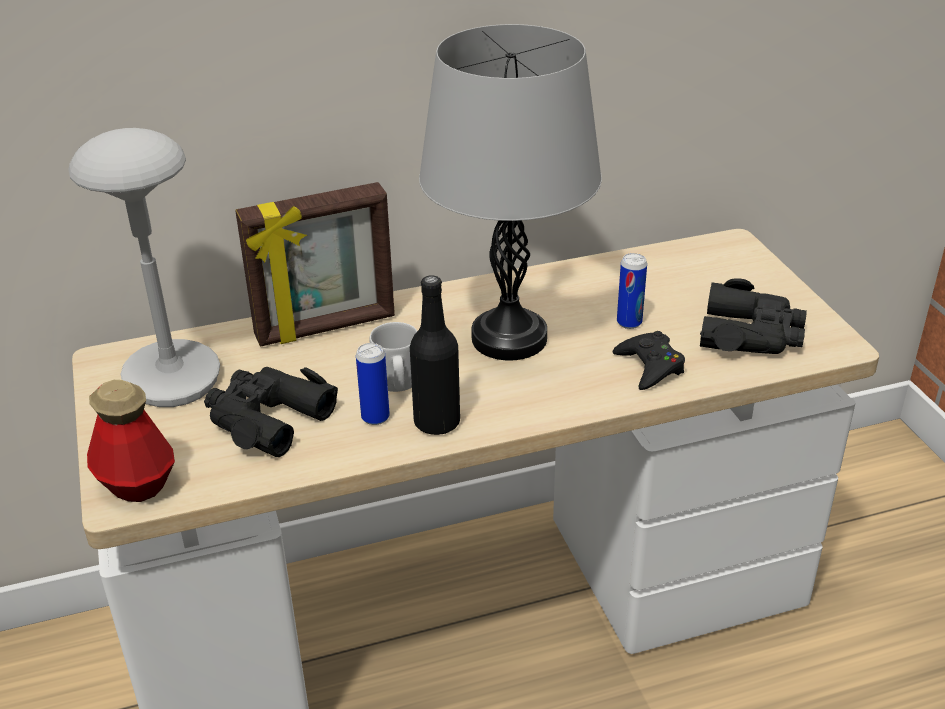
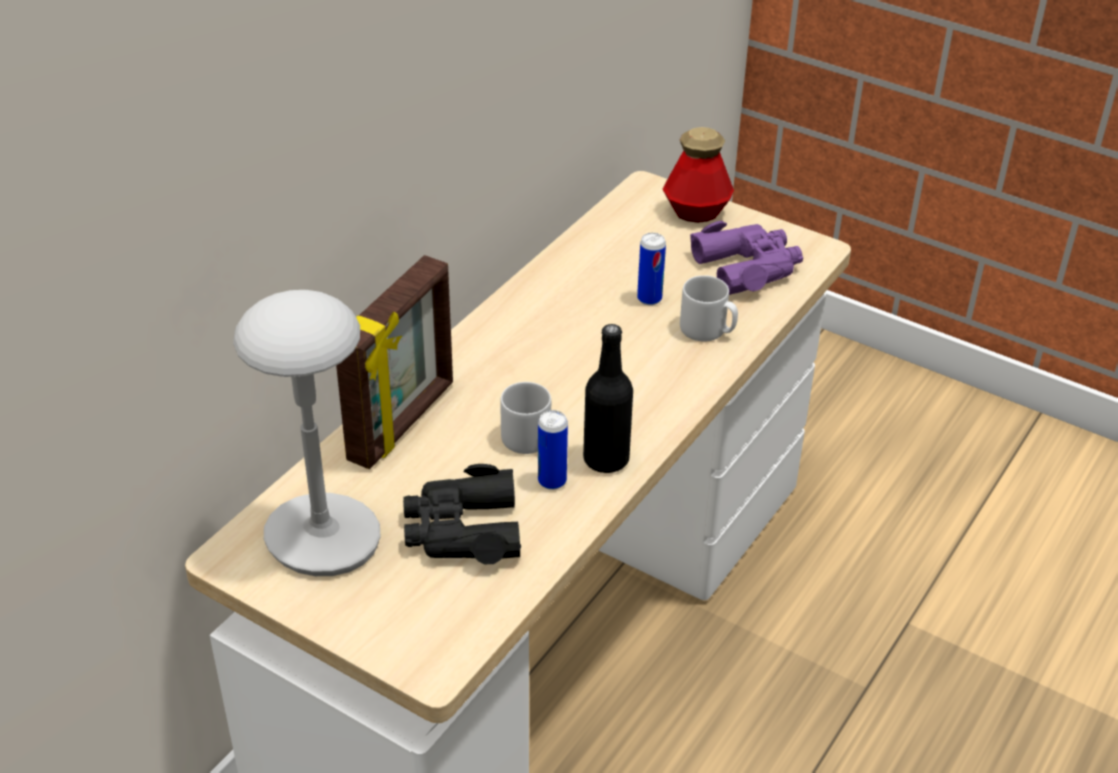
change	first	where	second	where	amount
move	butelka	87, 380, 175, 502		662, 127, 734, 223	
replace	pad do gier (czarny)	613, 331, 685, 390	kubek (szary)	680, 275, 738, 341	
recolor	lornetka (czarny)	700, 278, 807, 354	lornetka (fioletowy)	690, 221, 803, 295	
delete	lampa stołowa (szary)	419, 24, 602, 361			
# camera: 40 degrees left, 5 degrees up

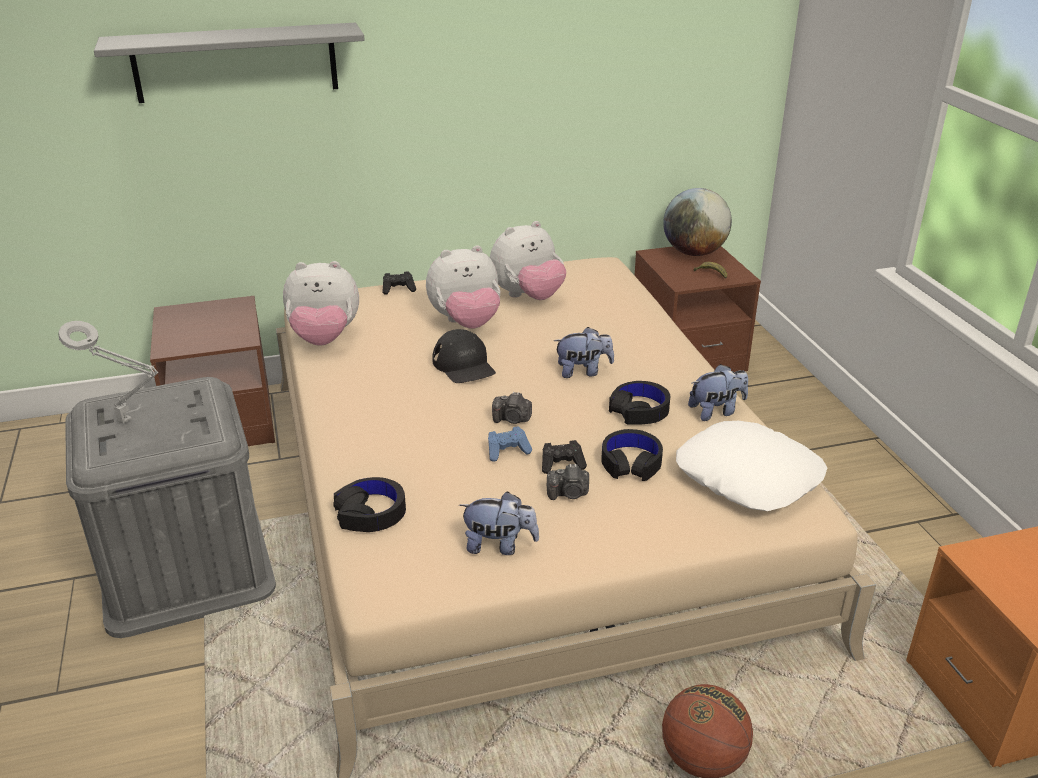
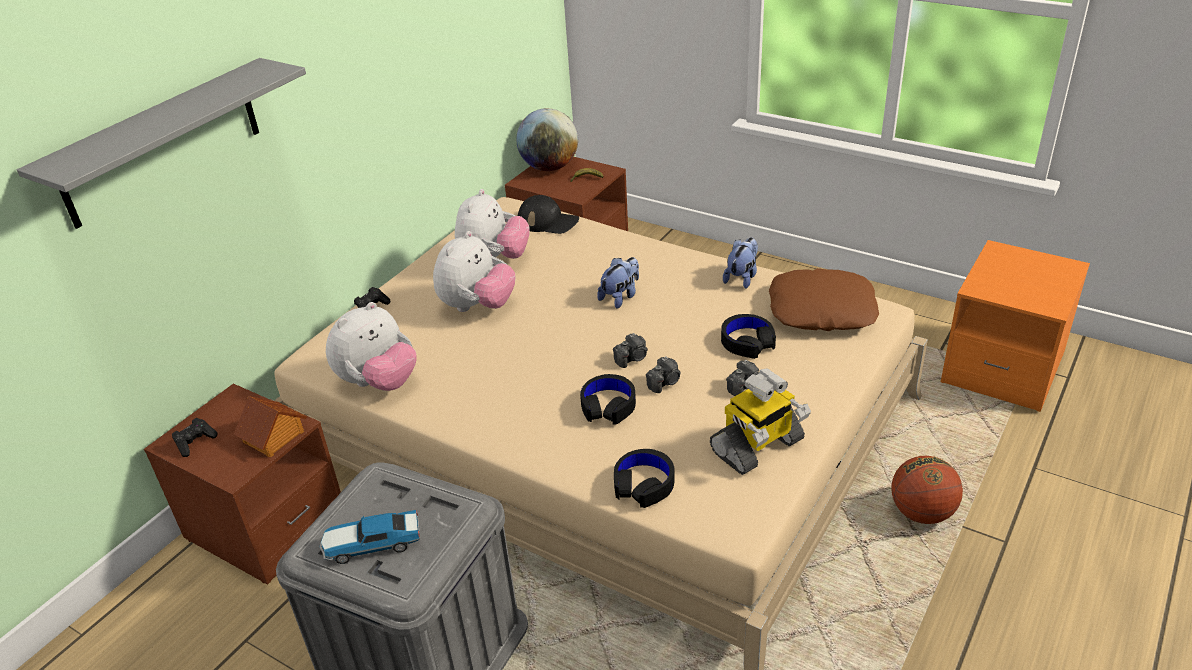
change	first	where	second	where	amount
move	pad do gier (czarny)	542, 440, 587, 474		172, 418, 217, 457	
insert			domek	234, 396, 307, 458	
replace	lampa stołowa (szary)	58, 321, 158, 424	samochodzik	319, 510, 420, 564	
move	czapka z daszkiem (czarny)	432, 329, 496, 383		518, 195, 579, 234	
move	słuchawki (czarny)	609, 381, 670, 425		580, 374, 636, 424	
replace	pad do gier (niebieski)	488, 426, 532, 462	aparat fotograficzny	646, 356, 681, 393	
replace	pluszak	459, 491, 539, 555	robot zabawkowy	710, 368, 811, 475	
recolor	poduszka (biały)	676, 421, 827, 511	poduszka (brązowy)	769, 268, 879, 331	
# camera: 40 degrees left, 5 degrees up

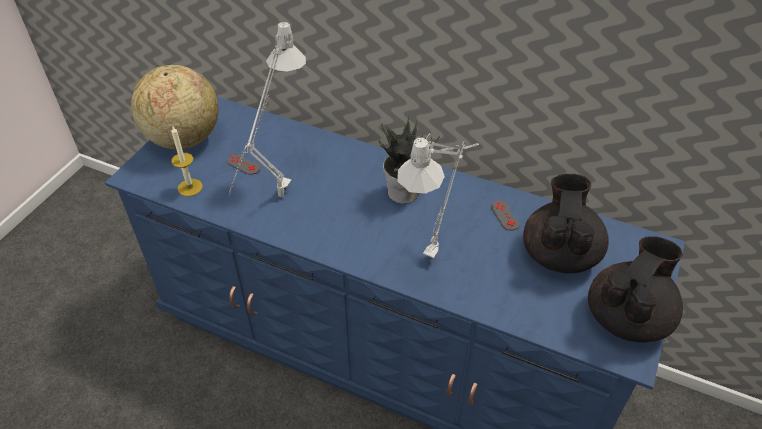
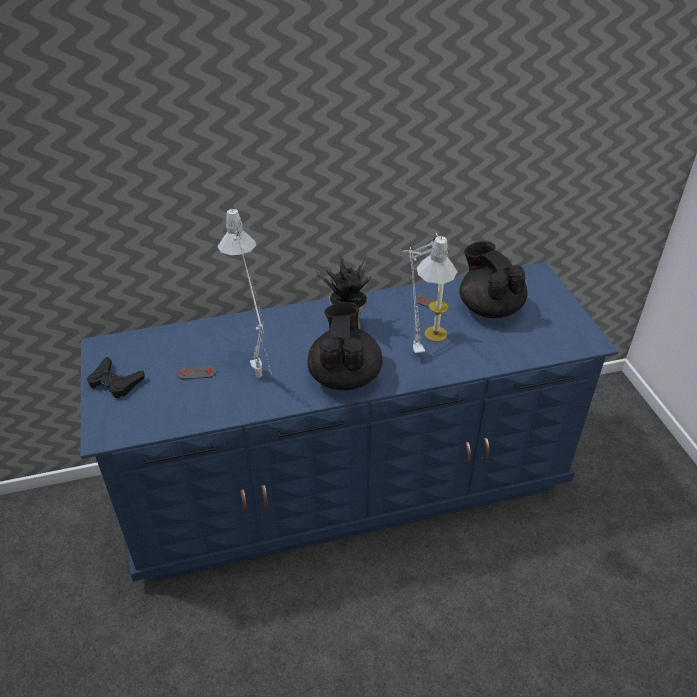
change	first	where	second	where	amount
replace	globus	131, 65, 219, 149	pad do gier (czarny)	87, 357, 145, 398	
move	imbryk (czarny)	588, 236, 683, 342		308, 302, 383, 391	
move	świeca	171, 127, 203, 196		425, 284, 449, 342	
# camera: 40 degrees left, 5 degrees down

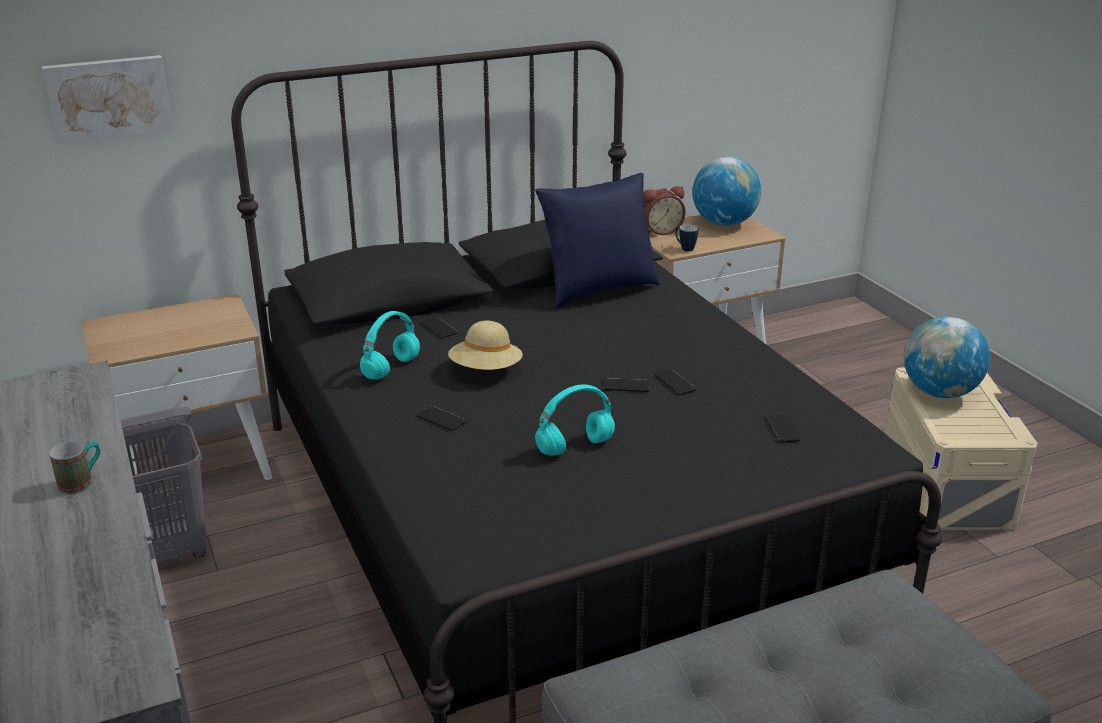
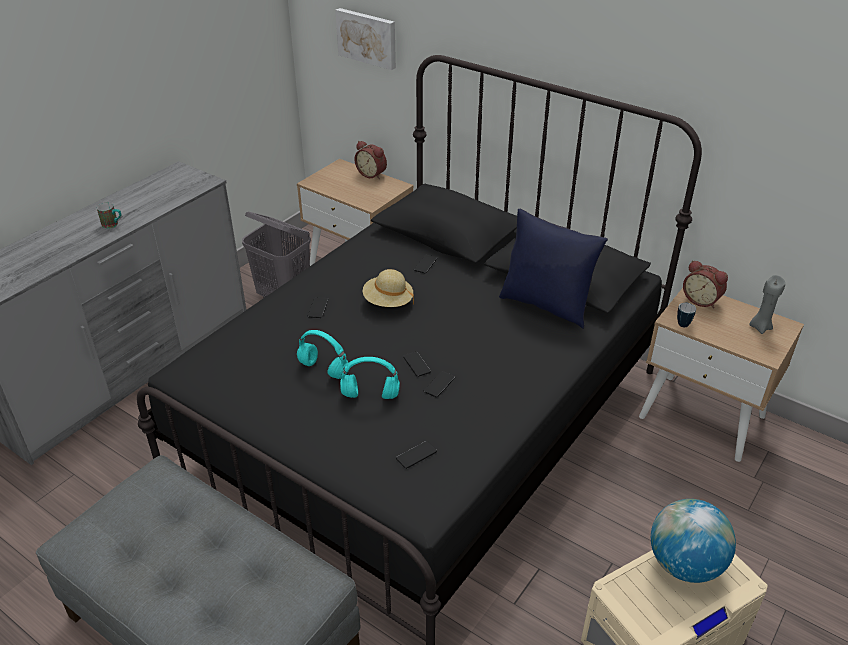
change	first	where	second	where	amount
move	słuchawki (turkusowy)	360, 311, 420, 380		340, 357, 400, 399	
insert			budzik	354, 141, 387, 179	
replace	globus	692, 157, 761, 226	świeca (szary)	749, 275, 785, 334	
# camera: 60 degrees right, 10 degrees up

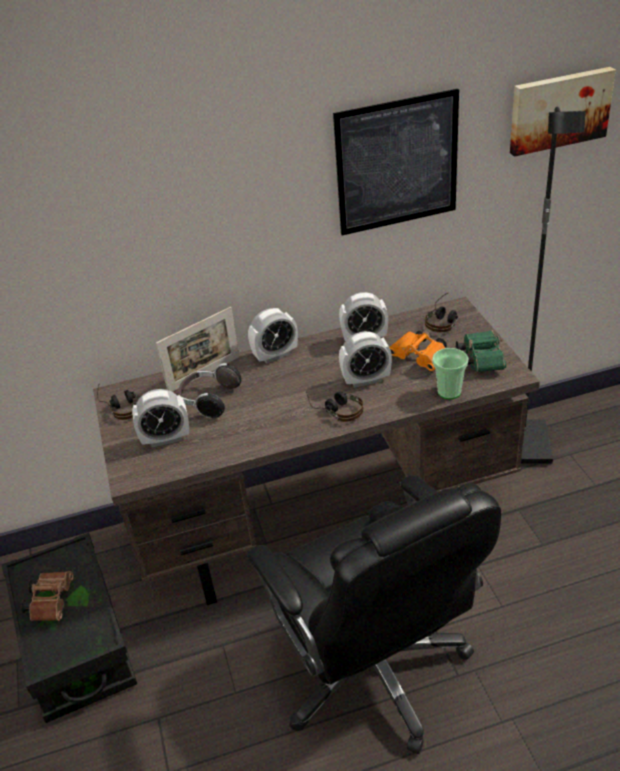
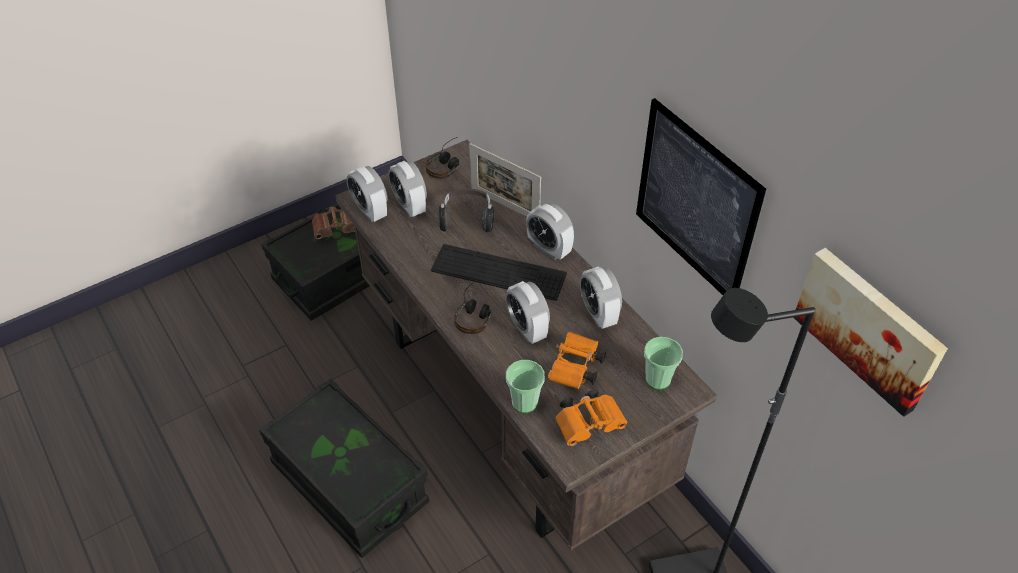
change	first	where	second	where	amount
replace	krzesło biurowe (czarny)	247, 475, 501, 754	pojemnik do przechowywania (czarny)	259, 379, 429, 558	
insert			budzik	346, 166, 387, 222	
insert			klawiatura	431, 244, 567, 301	
recolor	lornetka (zielony)	456, 330, 506, 372	lornetka (pomarańczowy)	555, 389, 628, 446	
replace	słuchawki	425, 293, 458, 332	filiżanka	644, 337, 683, 390	
# camera: 70 degrees right, 10 degrees up

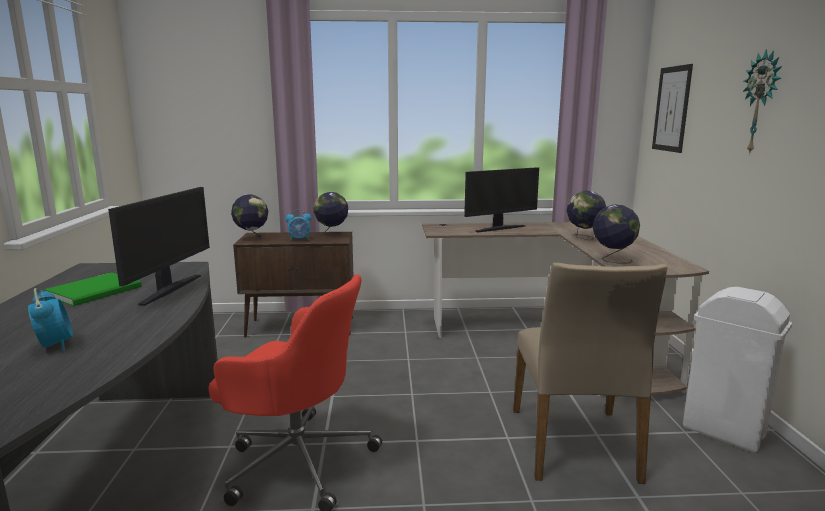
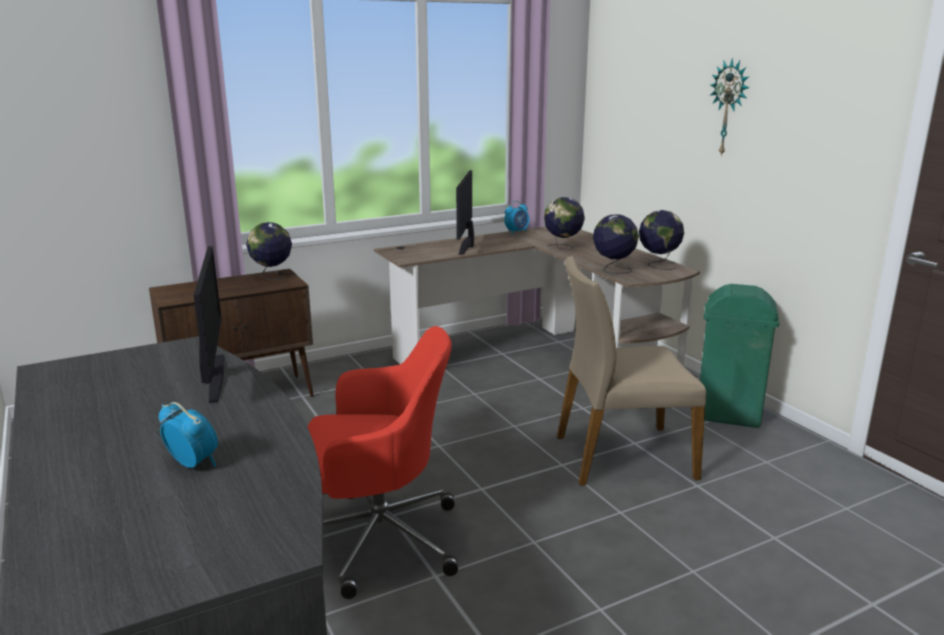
change	first	where	second	where	amount
rotate	monitor	464, 167, 539, 232		456, 170, 474, 255	150 degrees clockwise
move	budzik	286, 209, 312, 241		504, 201, 529, 234	
rotate	krzesło (beżowy)	513, 263, 667, 484		557, 256, 706, 486	105 degrees clockwise
move	globus	231, 194, 268, 243		639, 210, 684, 270	
recolor	kosz na śmieci (biały)	683, 287, 792, 453	kosz na śmieci (zielony)	700, 284, 779, 428	
delete	książka (zielony)	44, 273, 142, 306			
delete	obraz	652, 64, 693, 153			
# camera: 25 degrees left, 5 degrees up

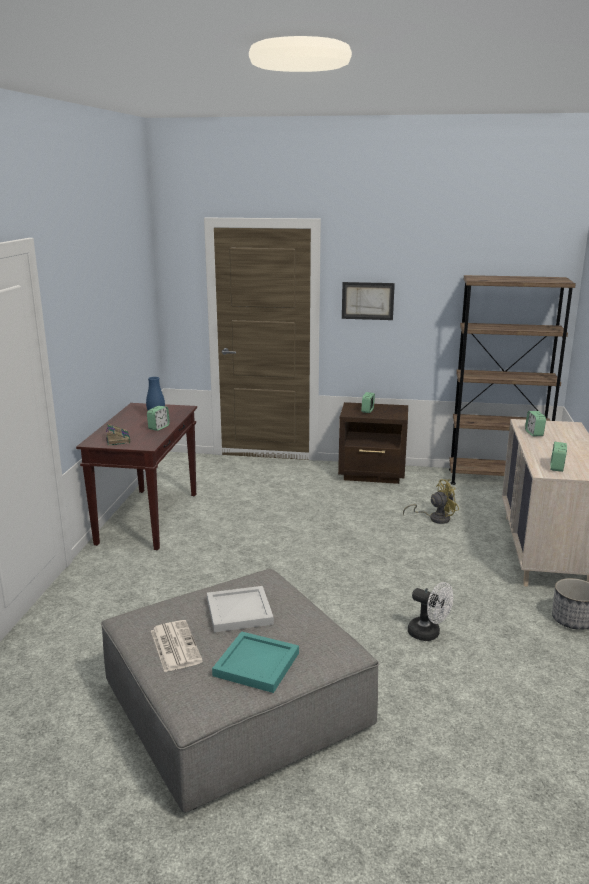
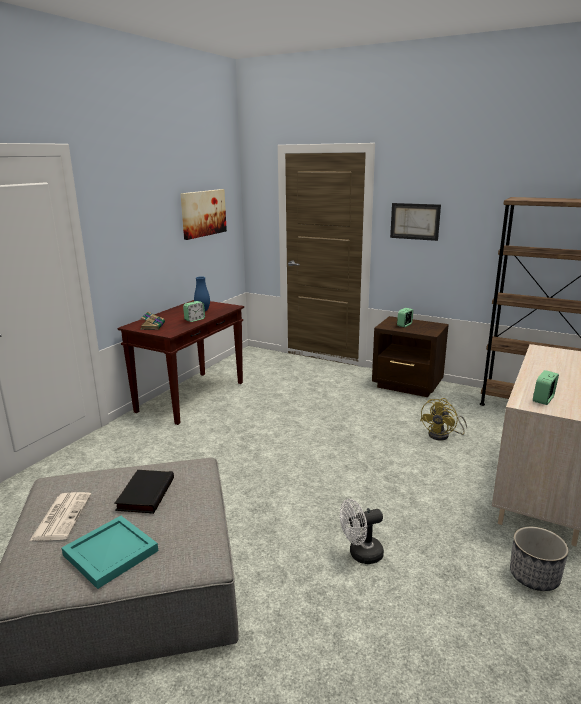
change	first	where	second	where	amount
replace	taca (biały)	207, 586, 274, 632	książka (czarny)	115, 470, 174, 514	
insert			obraz	180, 189, 227, 240	
rotate	wentylator (biały)	408, 582, 453, 641		340, 499, 384, 564	105 degrees clockwise
rotate	wentylator (żółty)	403, 479, 459, 524		420, 398, 467, 441	120 degrees clockwise
delete	budzik	525, 411, 546, 436			
# camera: 20 degrees right, 0 degrees up

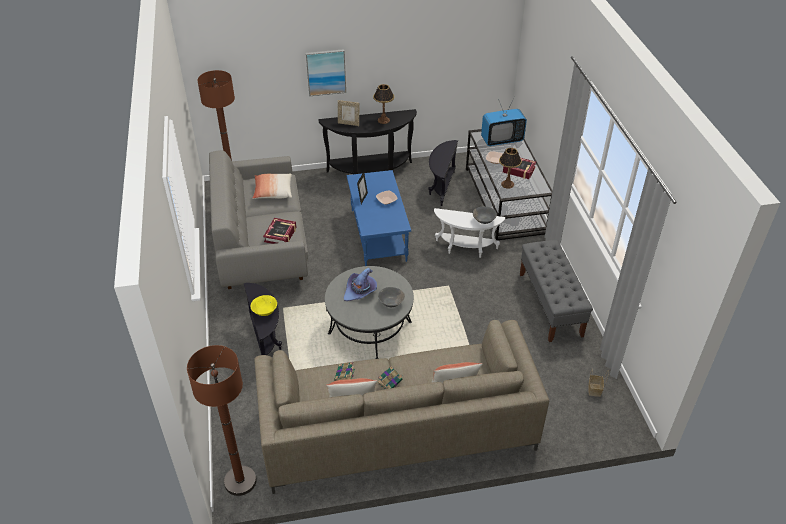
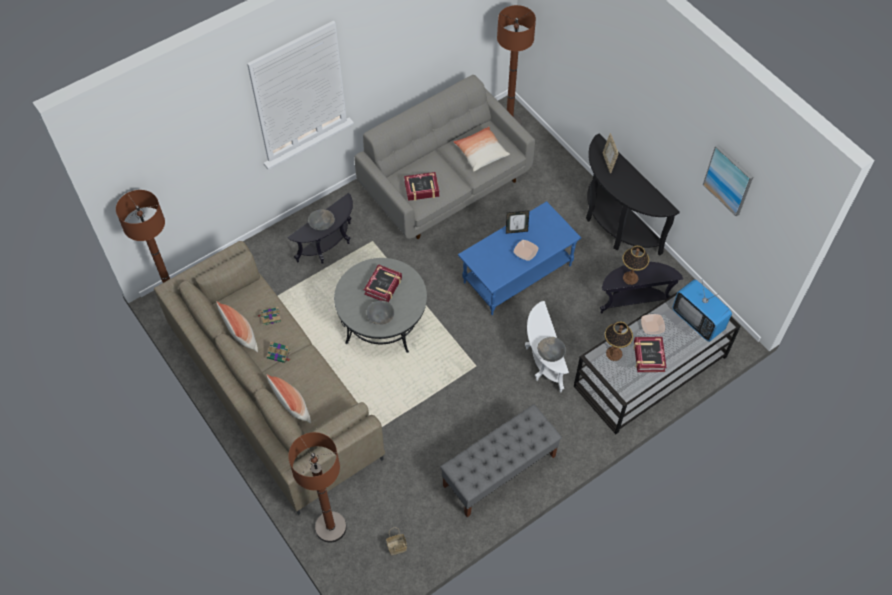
change	first	where	second	where	amount
insert			lampa stojąca (brązowy)	288, 432, 347, 543	
recolor	miska (żółty)	251, 295, 277, 316	miska (szary)	308, 209, 335, 231	
replace	kapelusz (fioletowy)	344, 268, 377, 301	książka	364, 264, 402, 302	
move	lampa stołowa	373, 84, 394, 124		622, 245, 649, 285	
move	obraz	306, 49, 346, 96		703, 145, 753, 216	
# camera: 65 degrees right, 15 degrees up

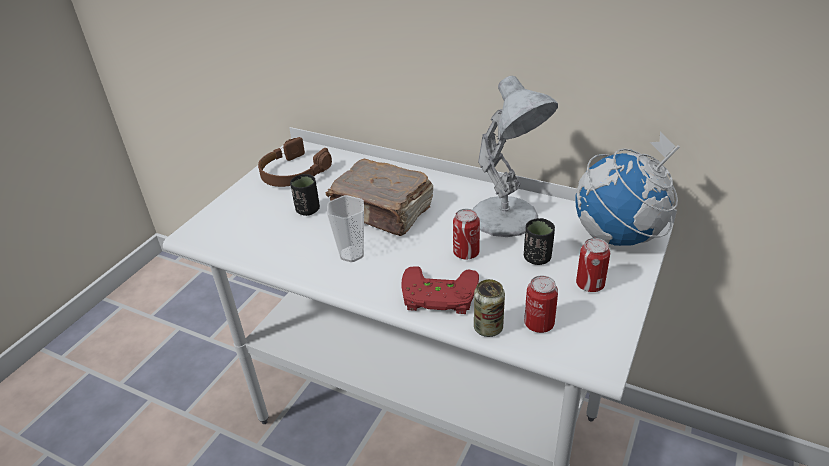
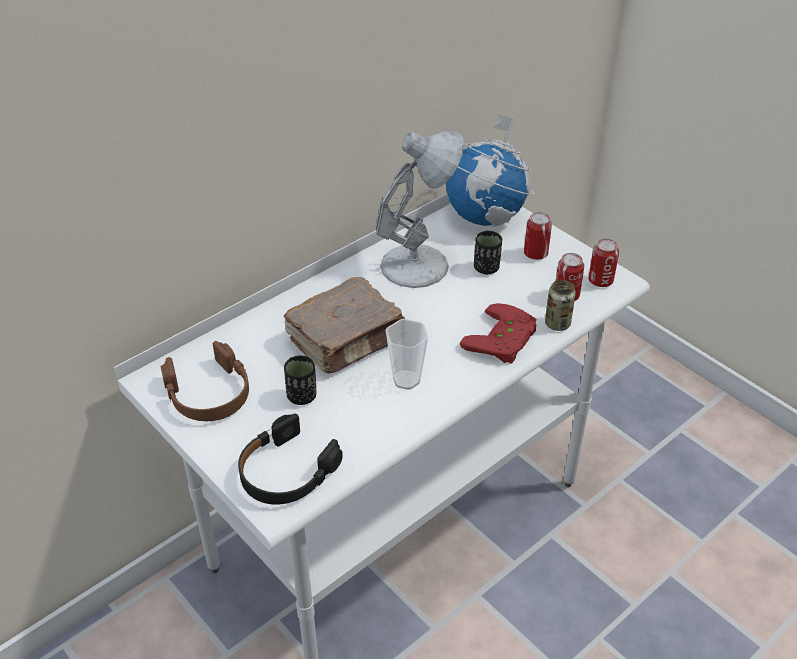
change	first	where	second	where	amount
insert			słuchawki (czarny)	238, 414, 343, 505	
move	puszka	453, 209, 480, 259		588, 238, 619, 287	
# camera: 70 degrees left, 5 degrees up

